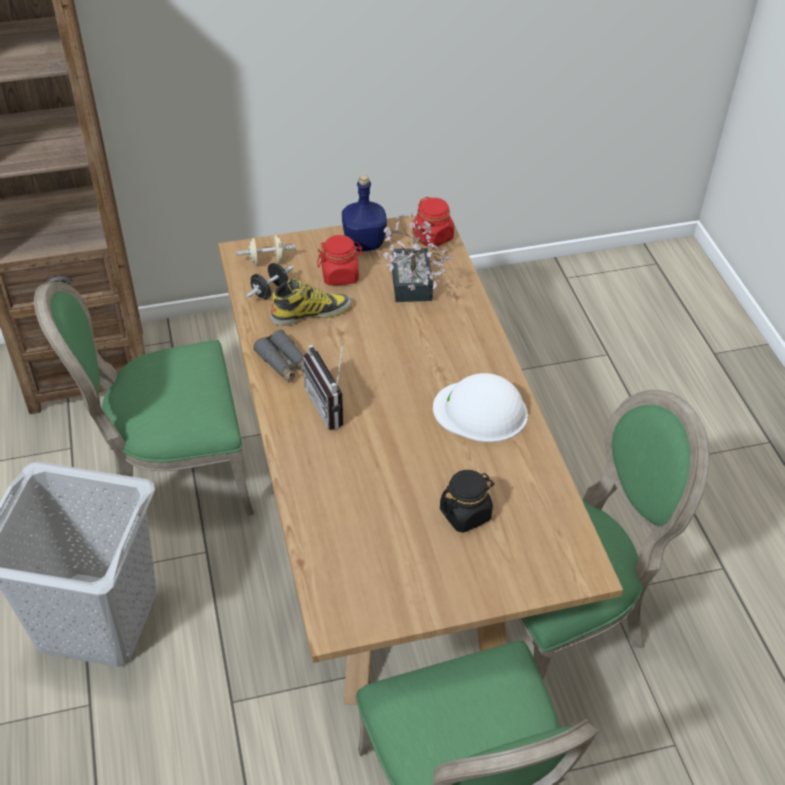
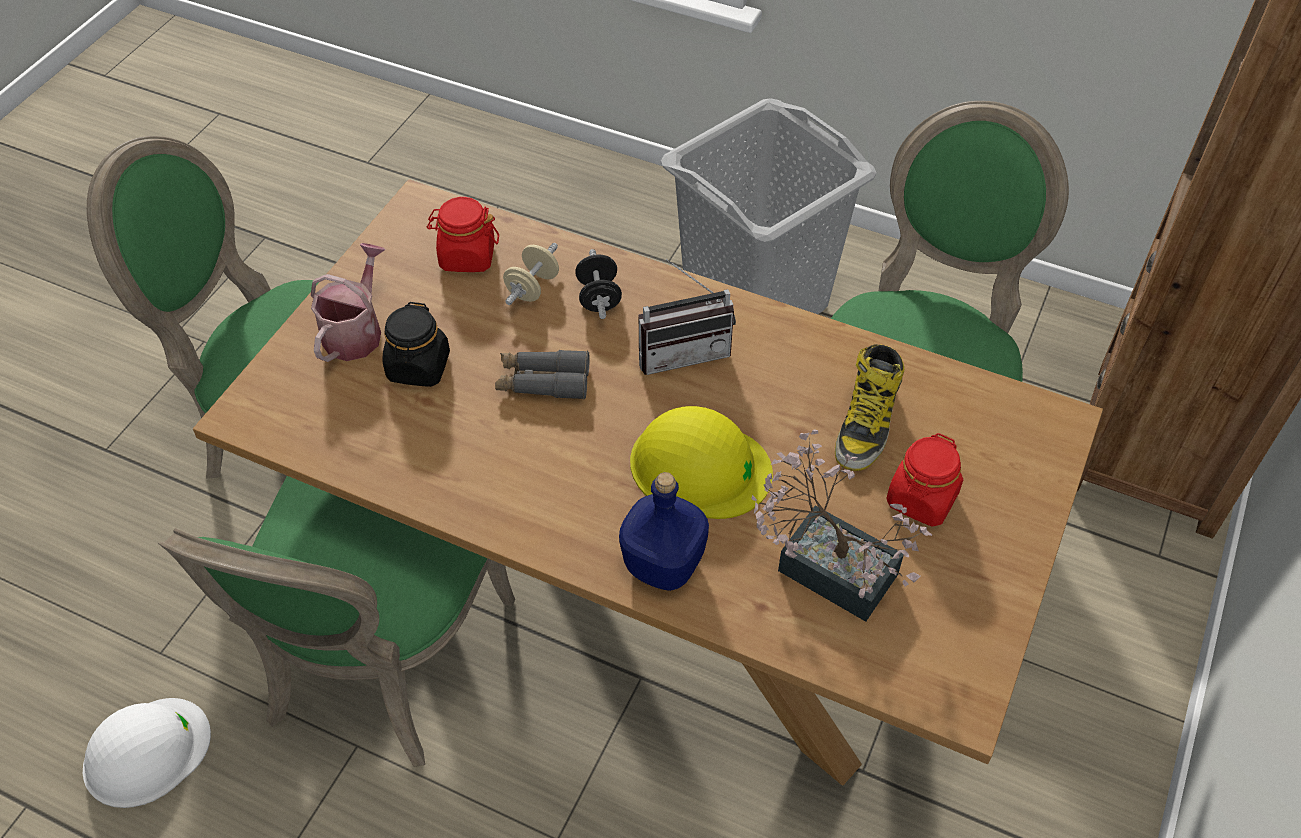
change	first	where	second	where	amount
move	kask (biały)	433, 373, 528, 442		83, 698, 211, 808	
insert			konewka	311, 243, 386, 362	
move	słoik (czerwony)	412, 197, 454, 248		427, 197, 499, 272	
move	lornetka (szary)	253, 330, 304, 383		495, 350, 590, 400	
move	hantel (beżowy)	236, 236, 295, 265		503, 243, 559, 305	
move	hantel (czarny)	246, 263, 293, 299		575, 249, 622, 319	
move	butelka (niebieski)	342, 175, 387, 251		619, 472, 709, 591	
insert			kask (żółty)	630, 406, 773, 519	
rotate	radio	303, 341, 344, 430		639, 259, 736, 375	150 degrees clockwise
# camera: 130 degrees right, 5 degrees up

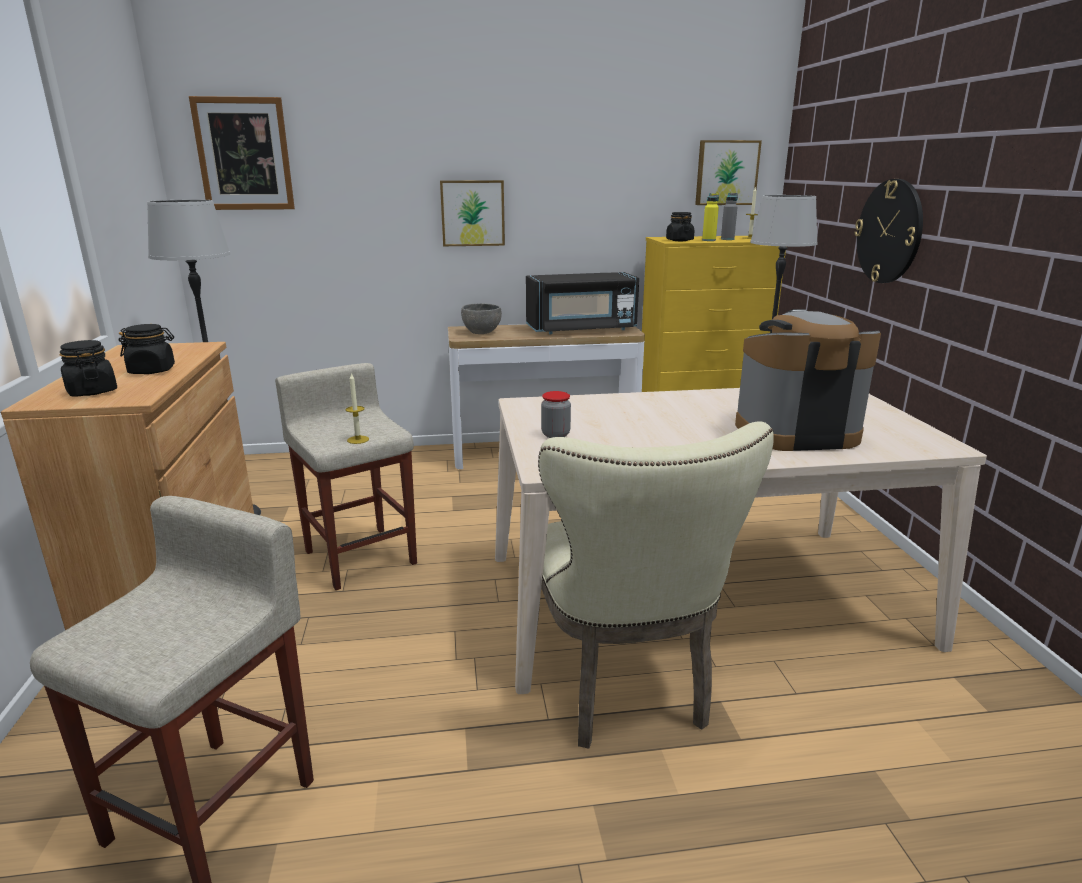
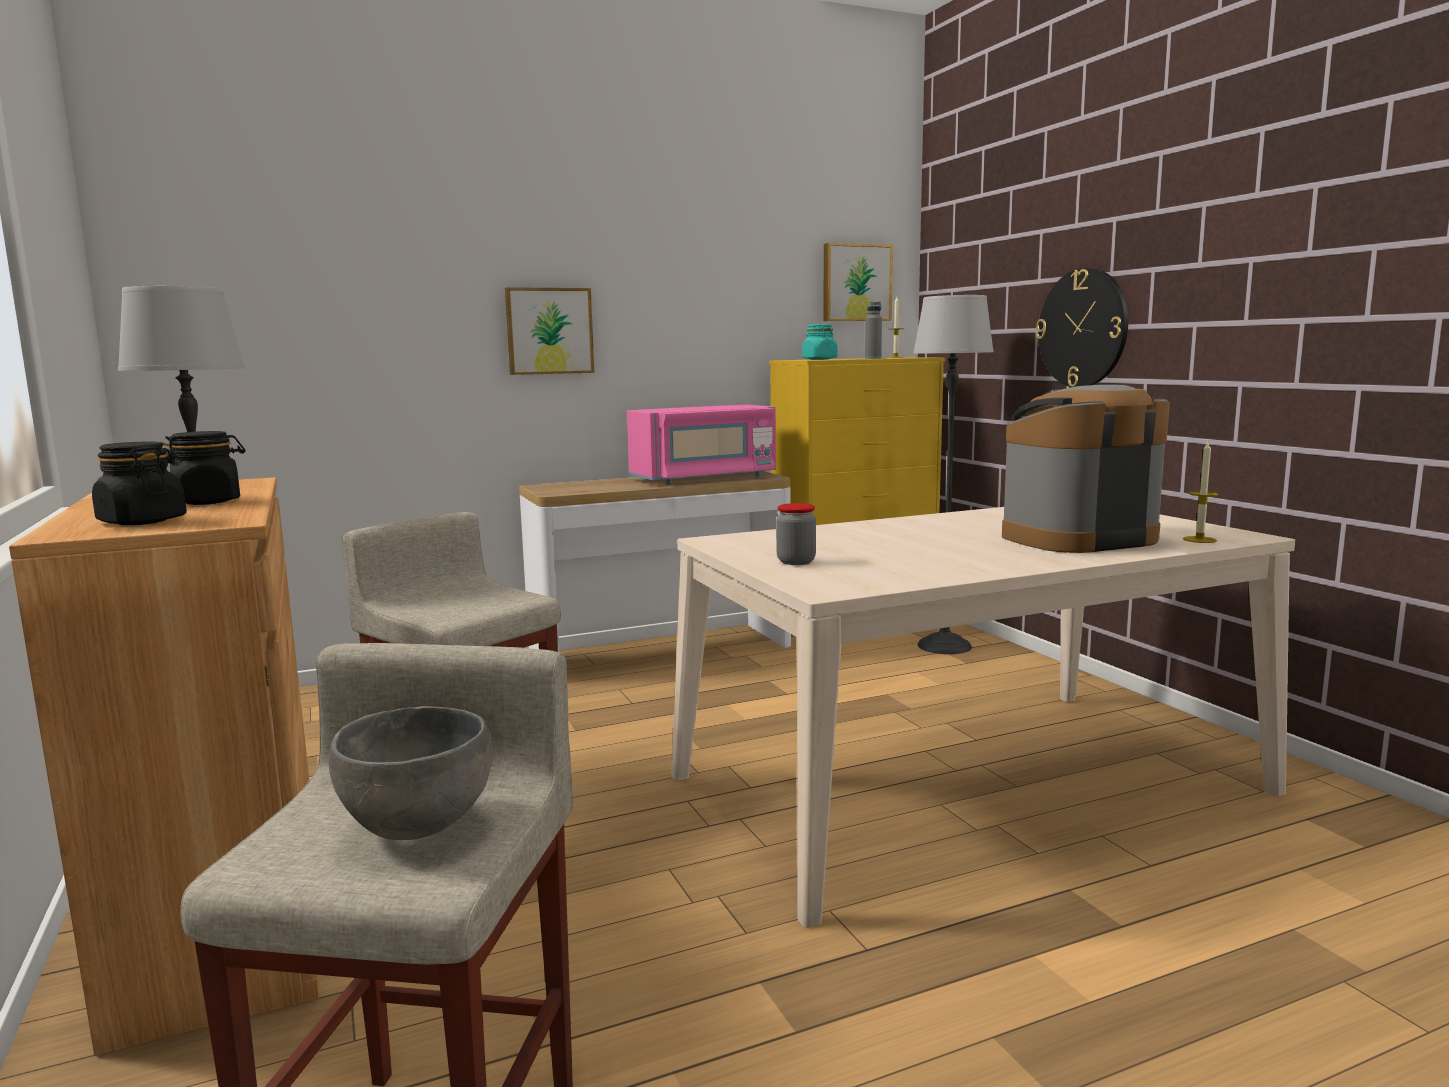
change	first	where	second	where	amount
move	miska (szary)	461, 303, 502, 334		329, 706, 493, 840	
recolor	mikrofalówka (czarny)	526, 272, 639, 334	mikrofalówka (różowy)	627, 404, 776, 484	
recolor	słoik (czarny)	666, 212, 694, 241	słoik (turkusowy)	802, 324, 838, 360	
move	świeca	346, 373, 369, 444		1183, 442, 1218, 543	
delete	obraz	189, 96, 295, 210			
delete	krzesło (beżowy)	536, 421, 774, 749			
delete	butelka (żółty)	702, 193, 719, 241			
# camera: 15 degrees left, 10 degrees down

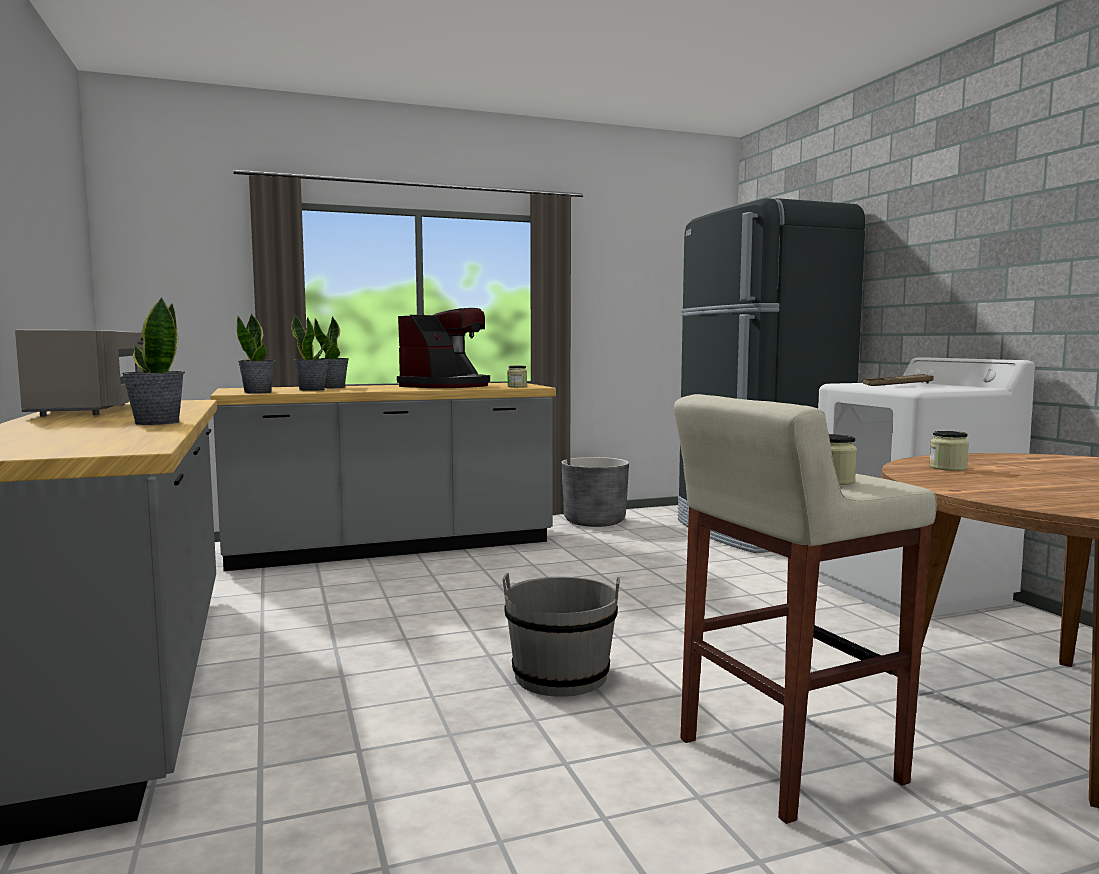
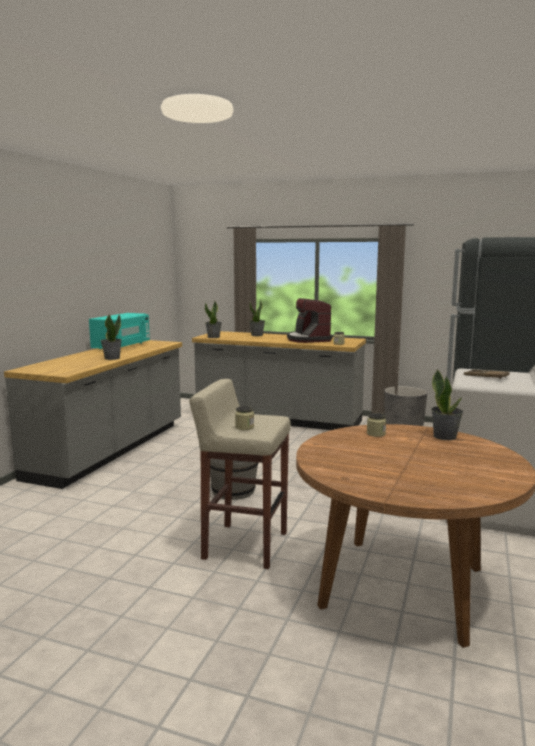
change	first	where	second	where	amount
recolor	mikrofalówka (szary)	15, 330, 143, 417	mikrofalówka (turkusowy)	89, 313, 150, 349	
rotate	ekspres do kawy	397, 308, 490, 388		287, 298, 333, 343	90 degrees clockwise
move	roślina doniczkowa	291, 315, 329, 391		431, 370, 463, 440	
# camera: 40 degrees right, 5 degrees up

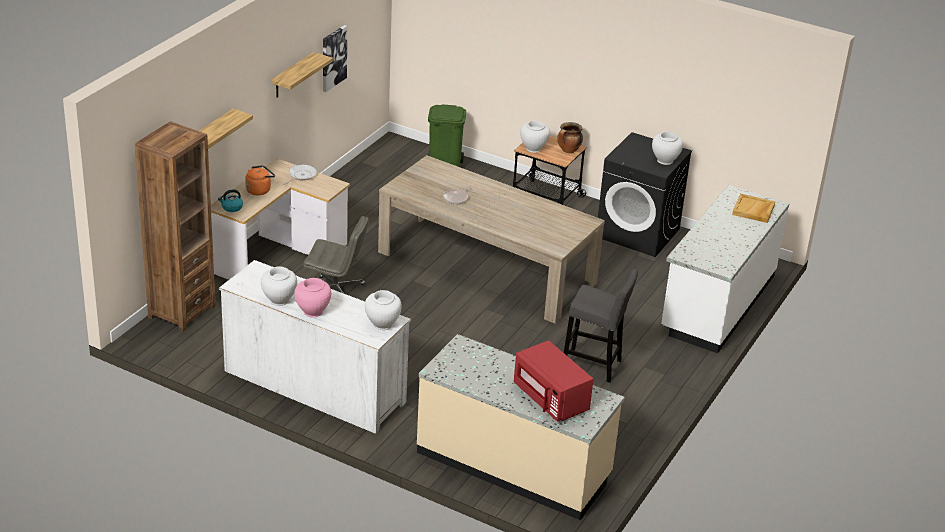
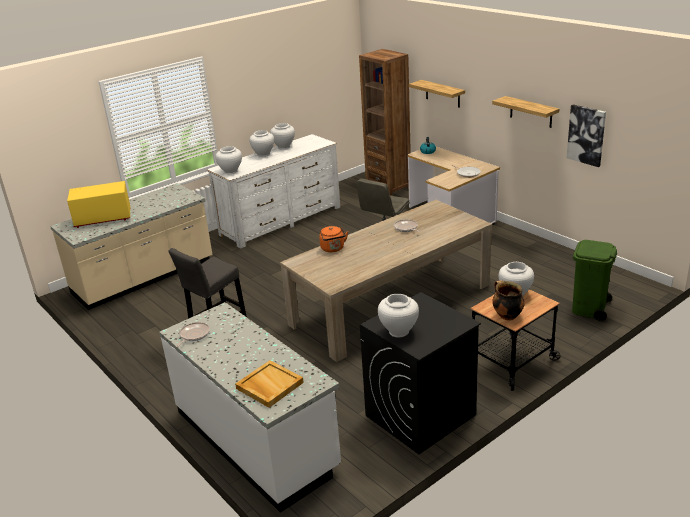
change	first	where	second	where	amount
recolor	mikrofalówka (czerwony)	514, 340, 593, 422	mikrofalówka (żółty)	67, 181, 130, 228	
insert			patelnia	176, 322, 210, 347	
recolor	wazon (różowy)	295, 278, 331, 317	wazon (biały)	249, 130, 274, 157	
move	czajnik (pomarańczowy)	245, 165, 275, 195		319, 226, 348, 252	
# camera: 115 degrees right, 5 degrees down

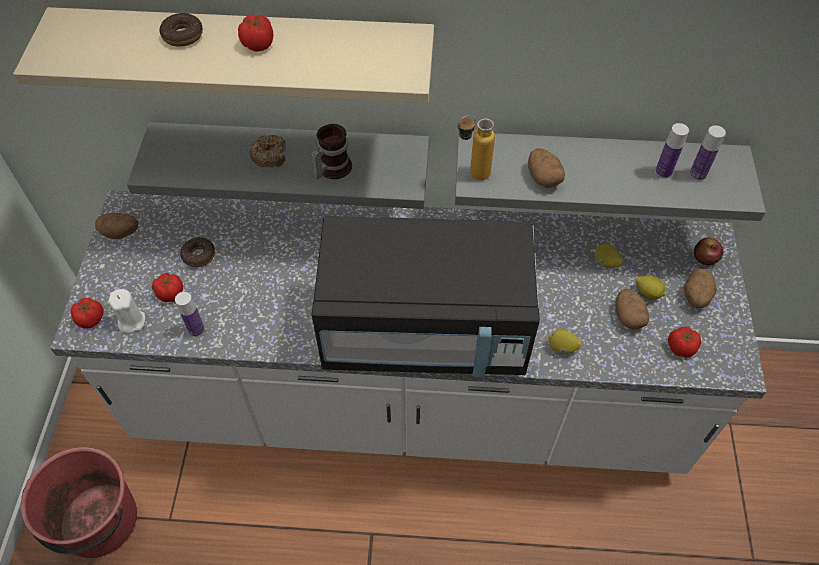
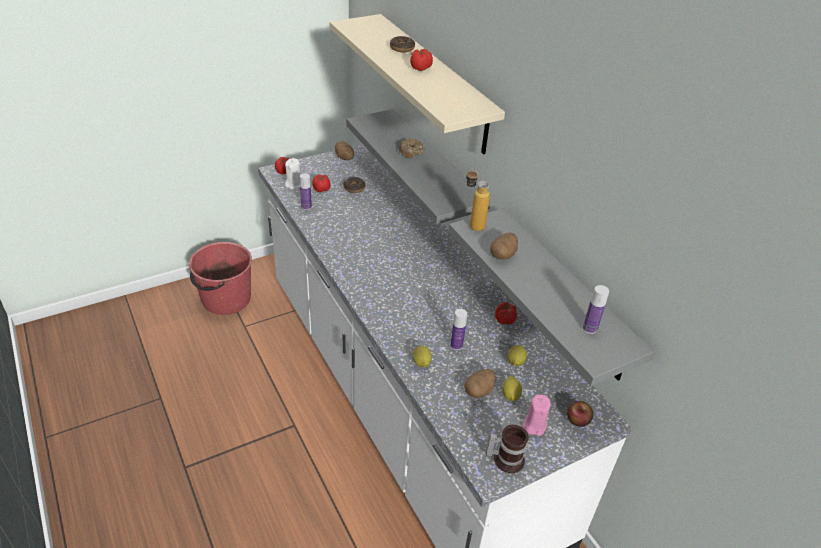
change	first	where	second	where	amount
move	butelka	655, 123, 689, 179		450, 309, 467, 350	
move	kubek	311, 124, 352, 179		486, 425, 529, 473	
move	pomidor	668, 327, 701, 358		495, 302, 517, 324	
replace	ziemniak	684, 269, 717, 308	świeca (różowy)	522, 395, 551, 436	
delete	mikrofalówka (czarny)	312, 216, 540, 377			
# camera: 55 degrees right, 15 degrees down

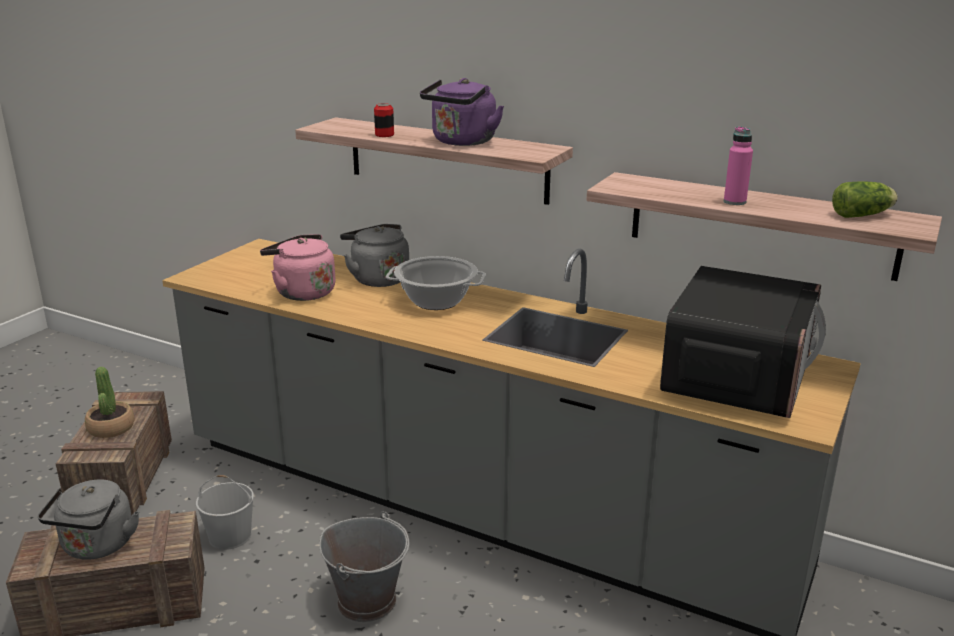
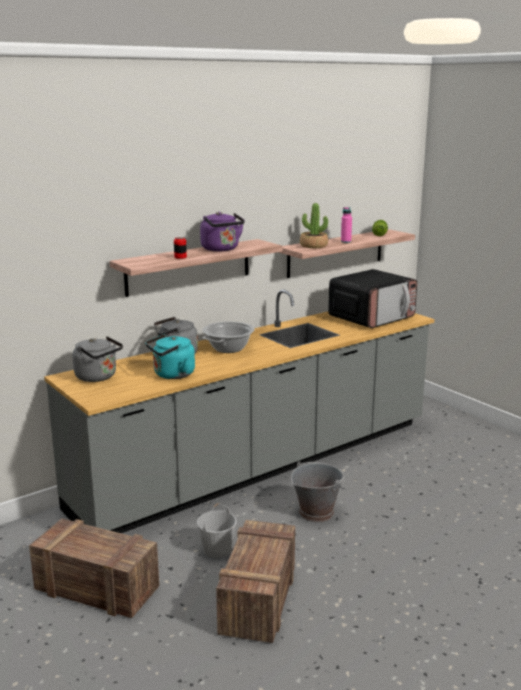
change	first	where	second	where	amount
move	czajnik (szary)	38, 479, 139, 560		72, 336, 123, 382	
recolor	czajnik (różowy)	260, 234, 336, 301	czajnik (turkusowy)	145, 334, 195, 379	
move	roślina doniczkowa	85, 367, 134, 438		300, 203, 328, 248	
rotate	mikrofalówka	660, 266, 826, 418		328, 269, 417, 328	90 degrees clockwise
# camera: 65 degrees left, 5 degrees down

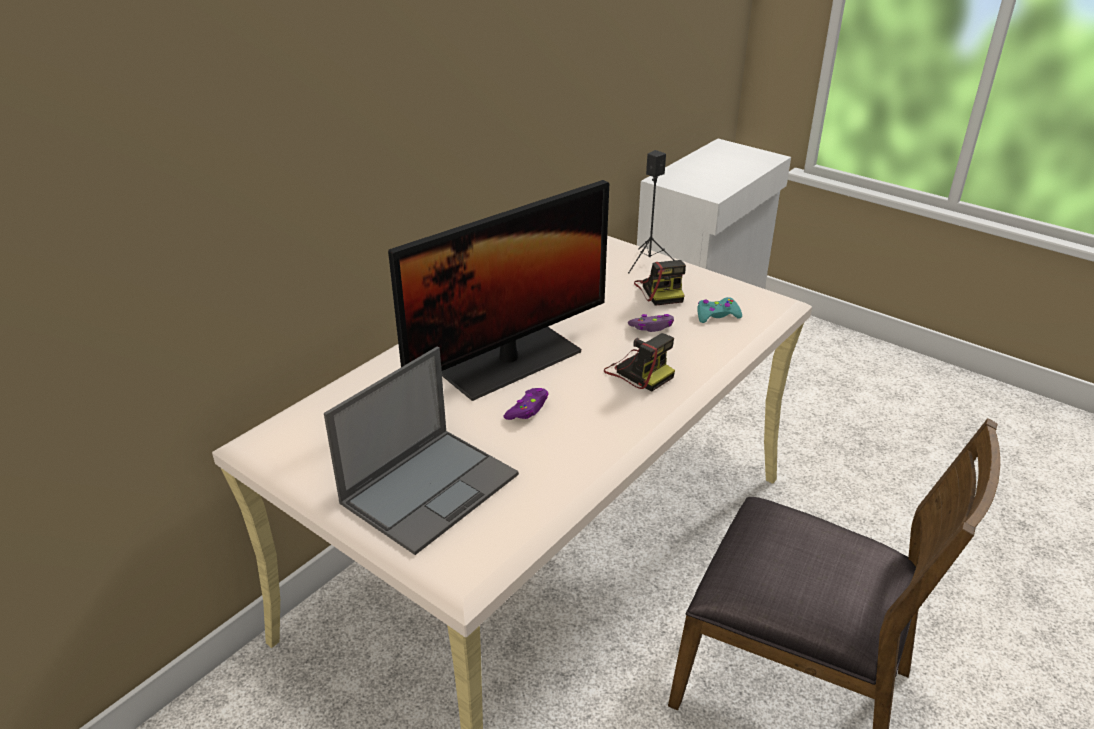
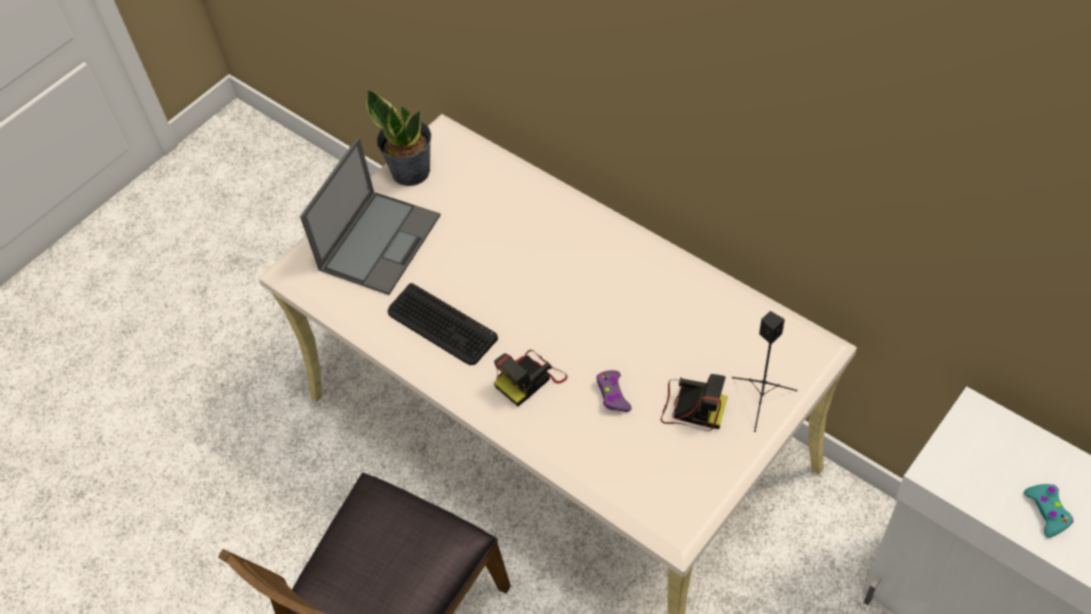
change	first	where	second	where	amount
rotate	laptop	324, 347, 519, 555		300, 137, 441, 295	105 degrees counterclockwise
insert			roślina doniczkowa	366, 90, 431, 186	
insert			klawiatura	388, 283, 498, 365	
rotate	aparat fotograficzny	634, 260, 686, 306		661, 374, 728, 431	150 degrees counterclockwise
move	pad do gier (turkusowy)	697, 297, 742, 323		1024, 484, 1073, 538	
delete	monitor	388, 180, 609, 401			
delete	pad do gier (fioletowy)	504, 388, 549, 420			
# camera: 95 degrees right, 20 degrees up

